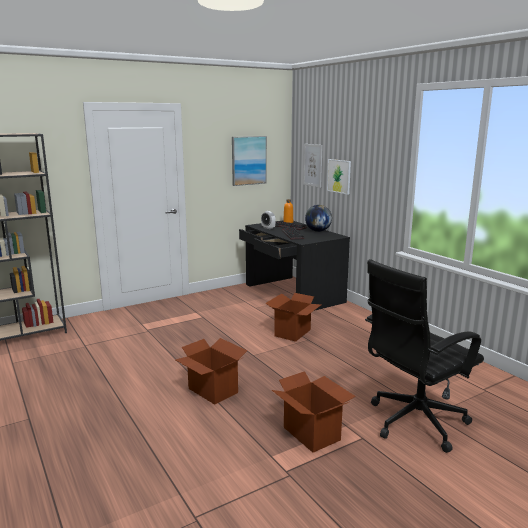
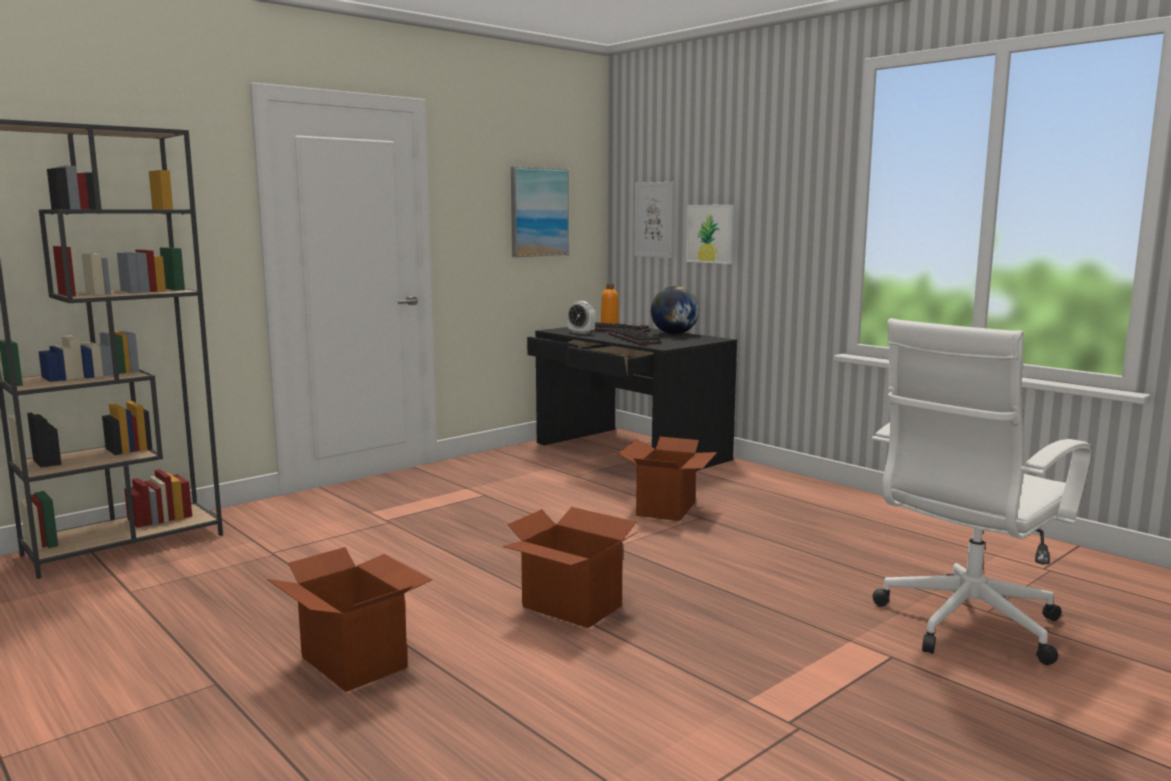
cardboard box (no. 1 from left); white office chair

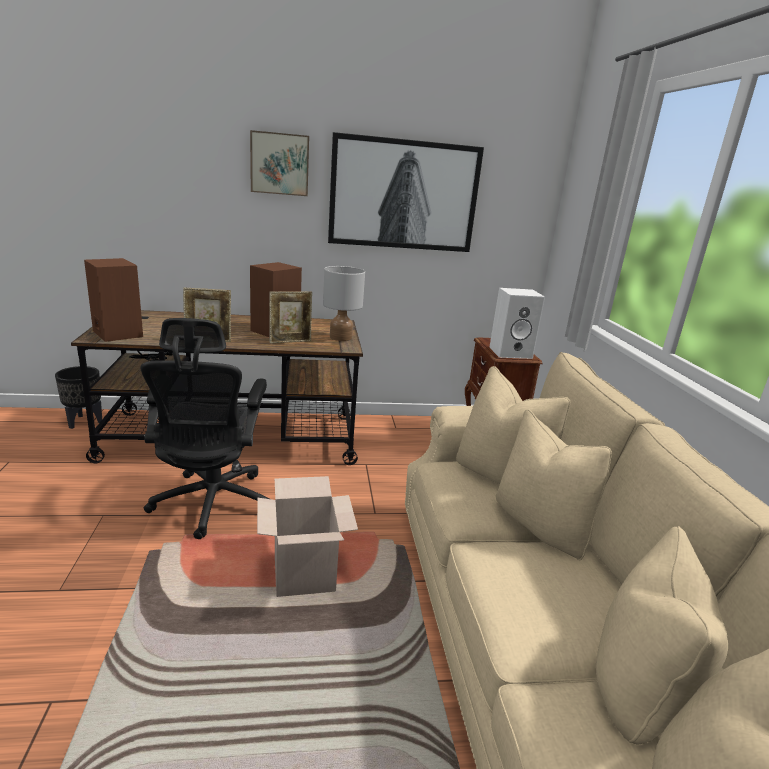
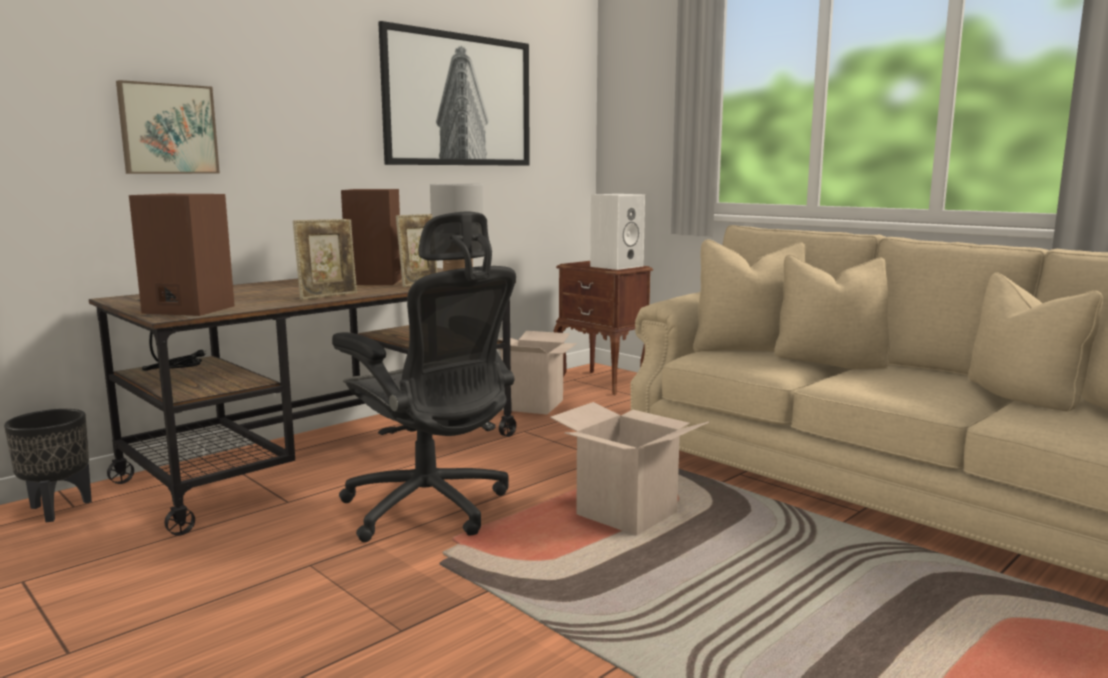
picture (no. 1 from left); cardboard box (no. 1 from left)

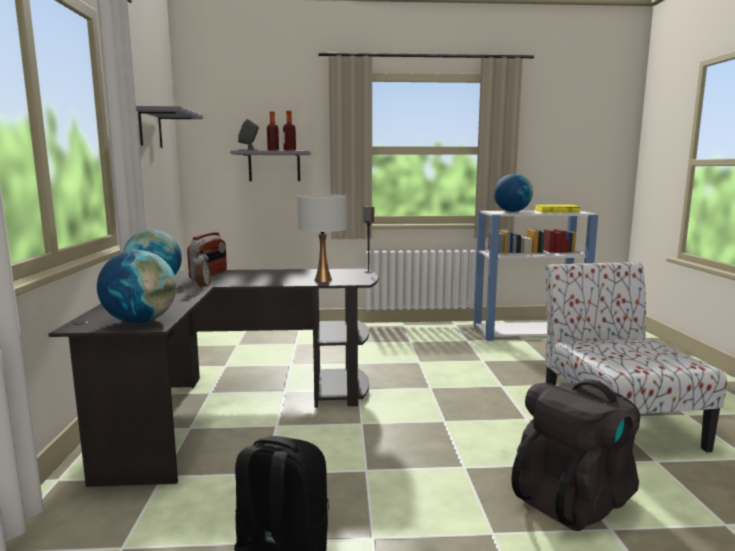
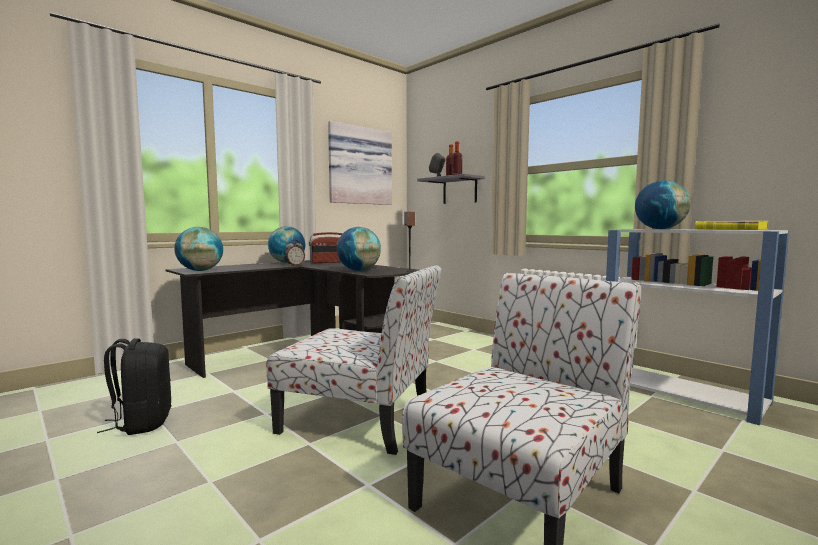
chair (no. 1 from left); picture; globe (no. 3 from left); black backpack (no. 2 from left in the first image)

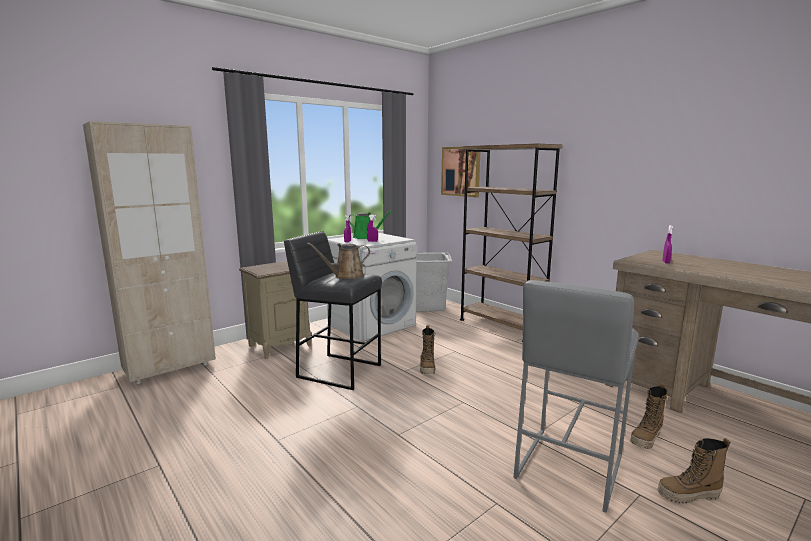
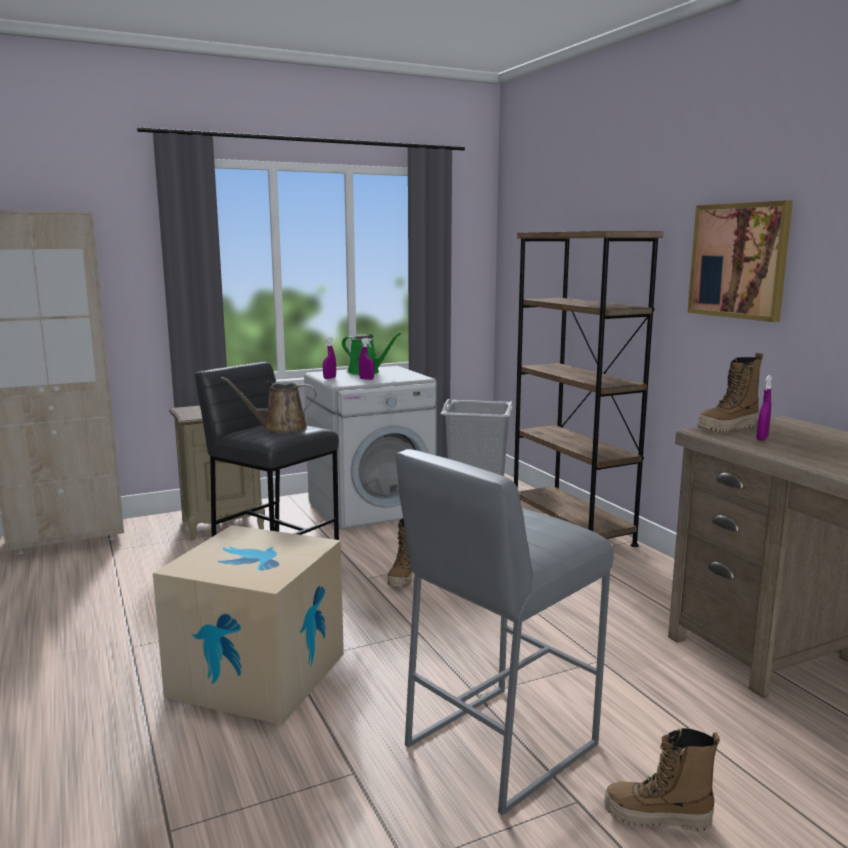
cardboard box; picture; boot (no. 3 from left)

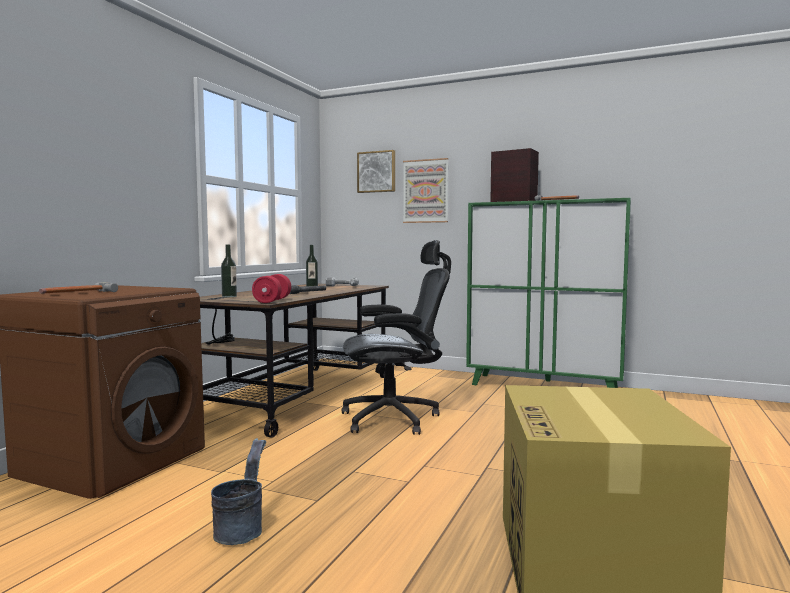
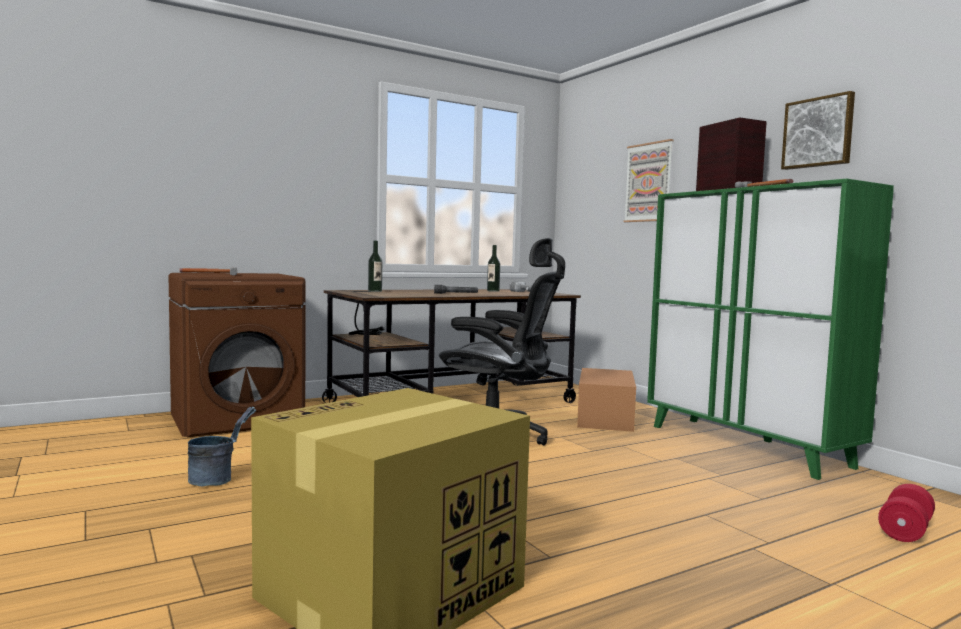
cardboard box (no. 2 from left); picture (no. 2 from left); red dumbbell

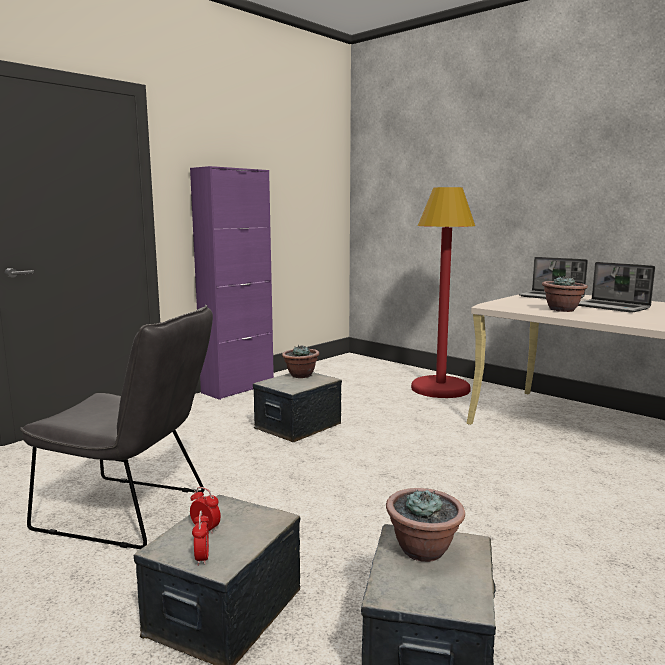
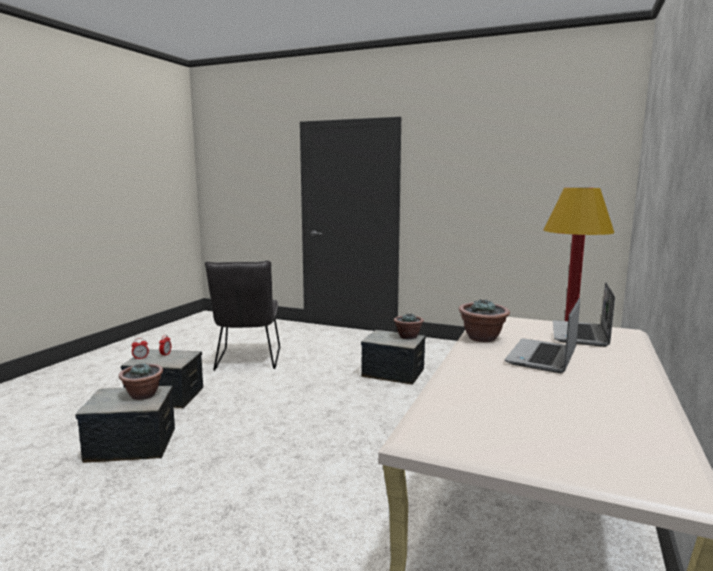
purple cabinet

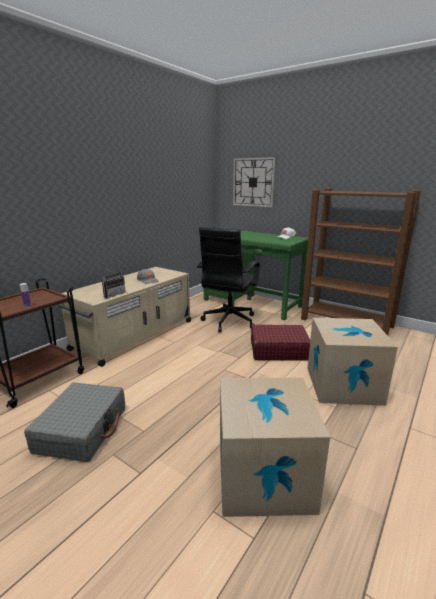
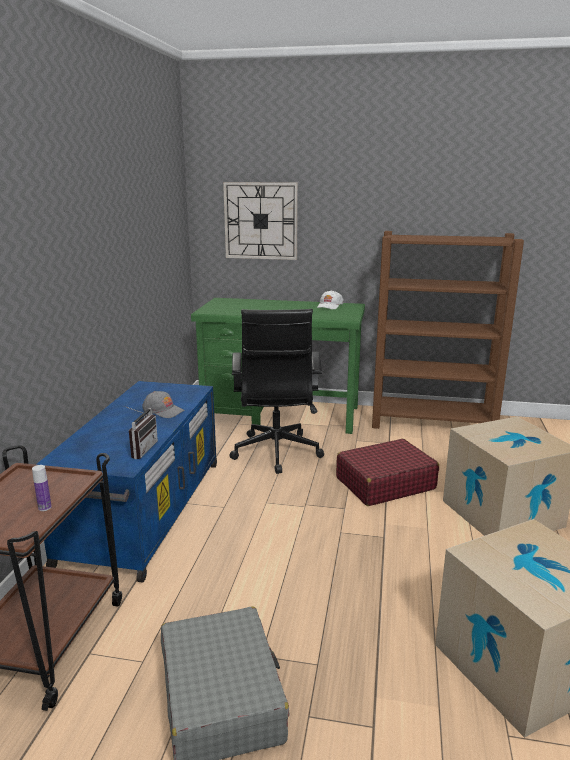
blue cabinet

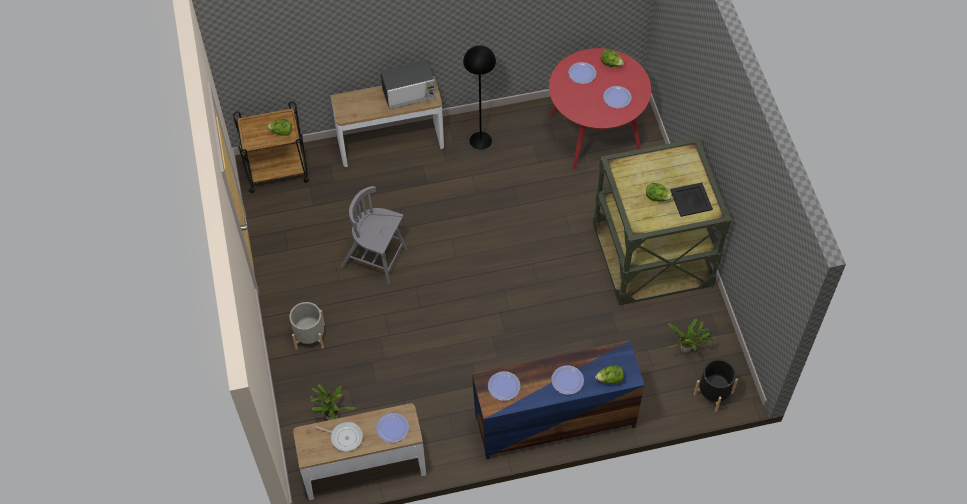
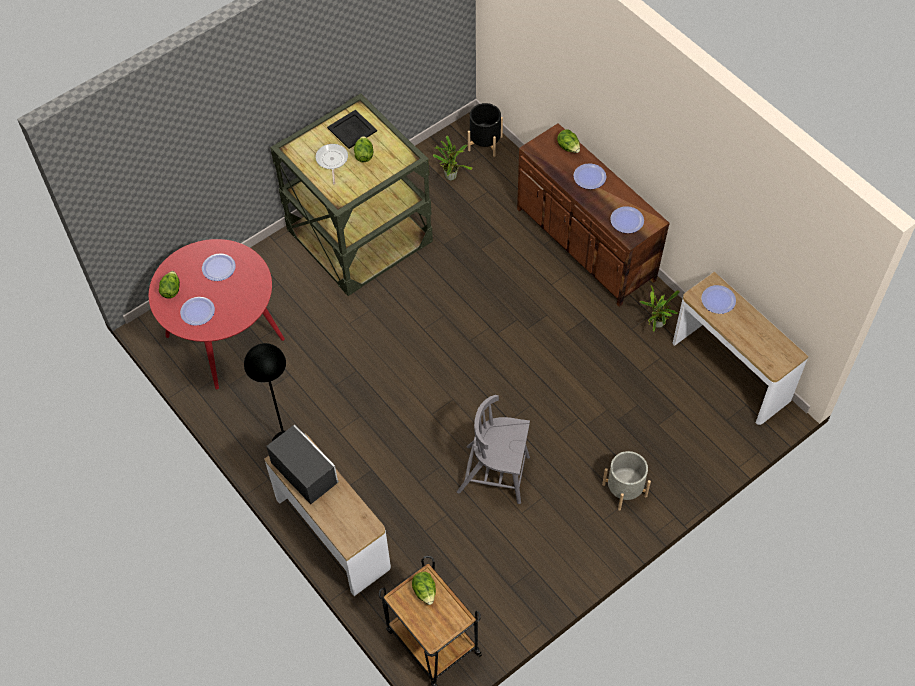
frying pan; grey chair; brown cabinet; potted plant (no. 2 from left)

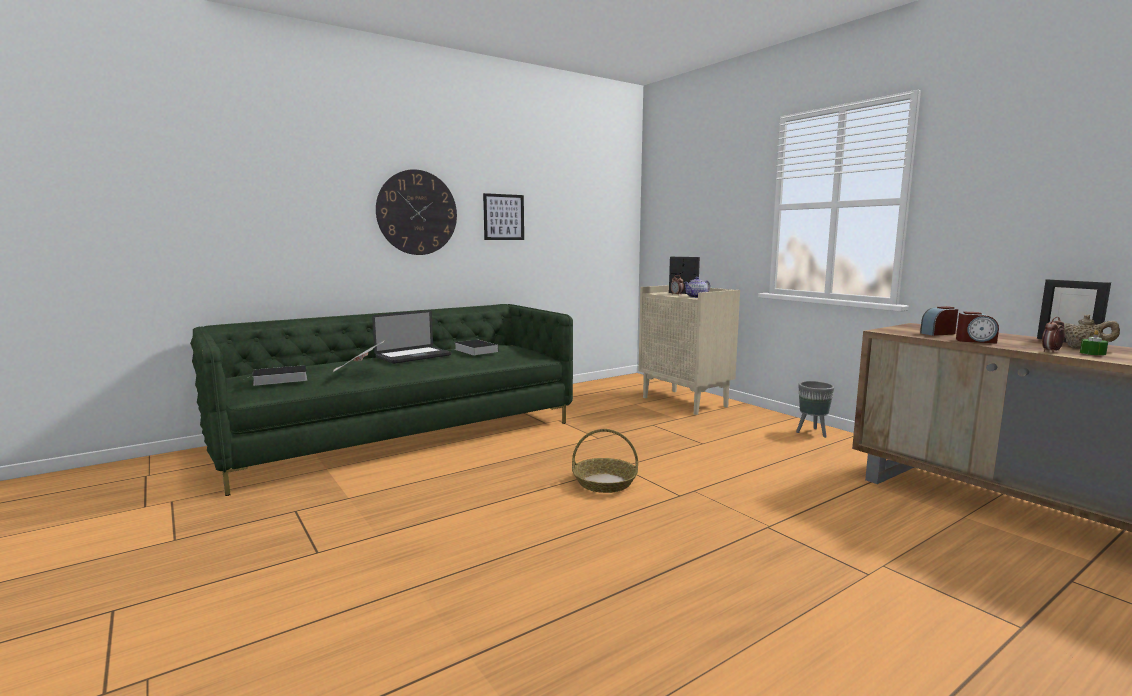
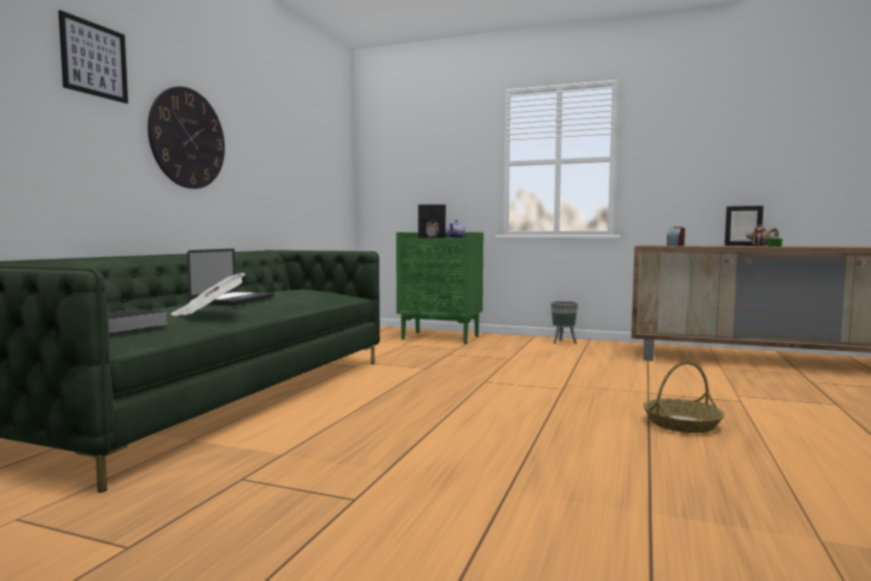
picture; green cabinet; basket; book (no. 2 from left in the first image); alarm clock (no. 3 from left in the first image)

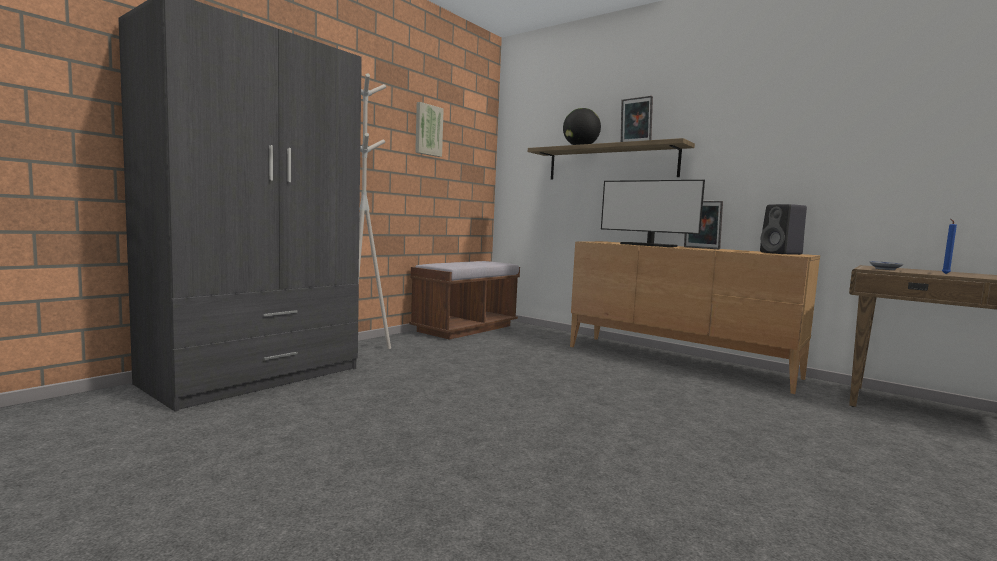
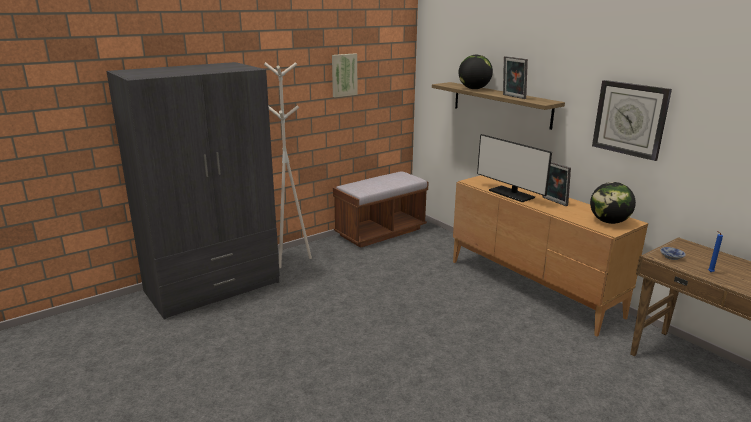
globe (no. 2 from left); wall clock

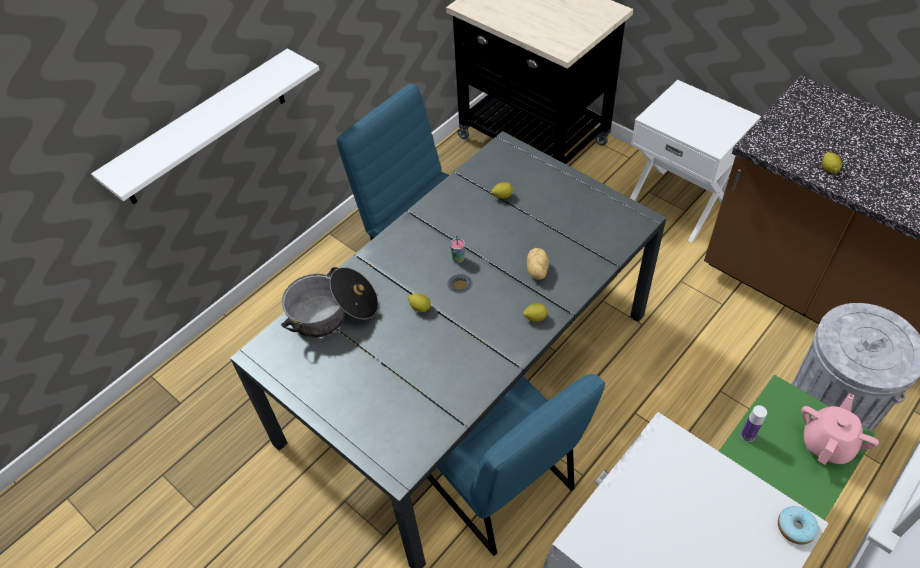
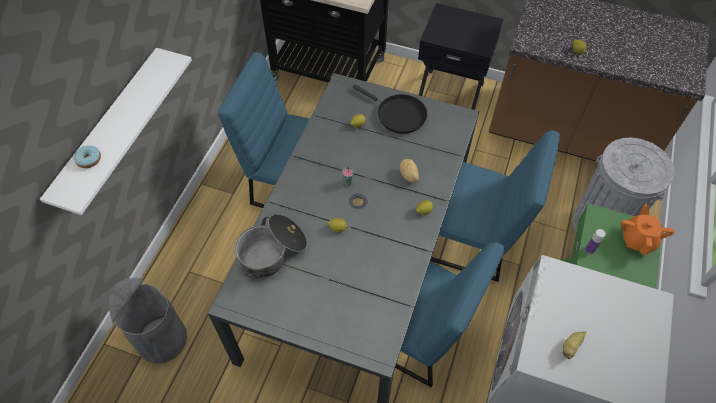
donut; grey trash can (no. 1 from left); black frying pan; blue chair (no. 3 from left); black nightstand; banana; orange teapot

